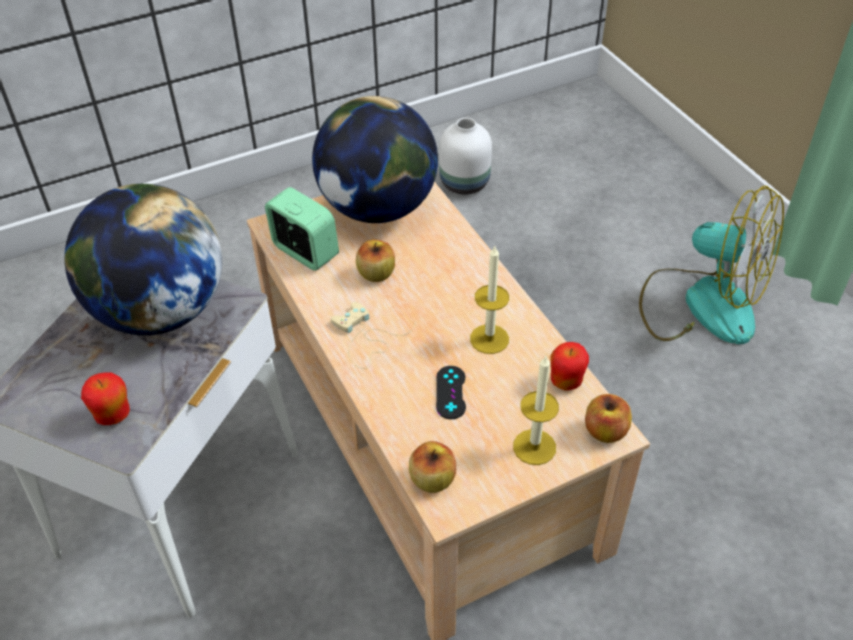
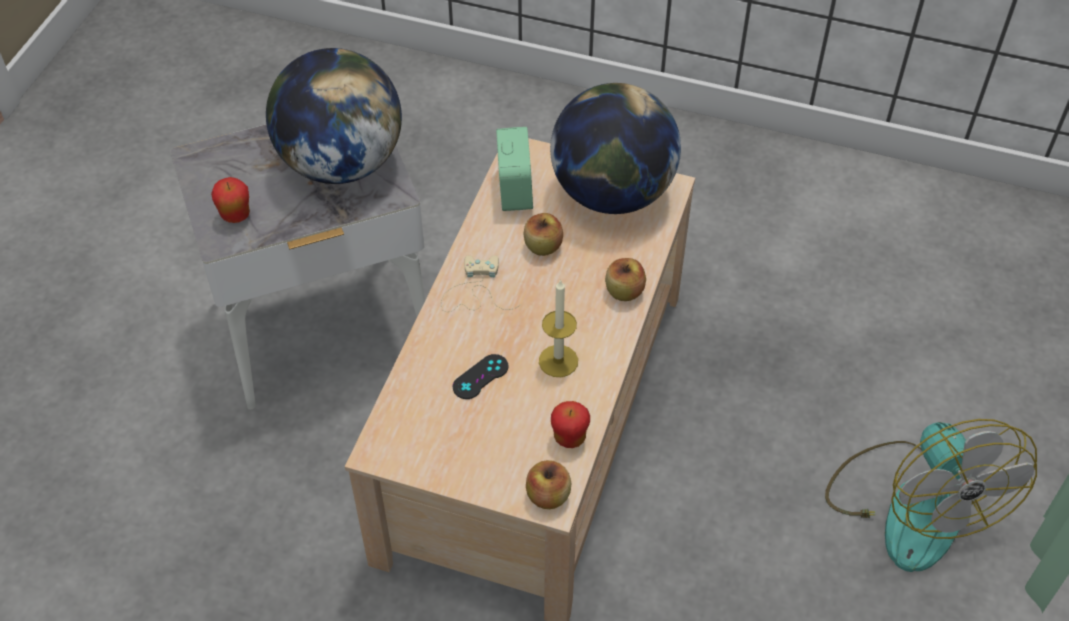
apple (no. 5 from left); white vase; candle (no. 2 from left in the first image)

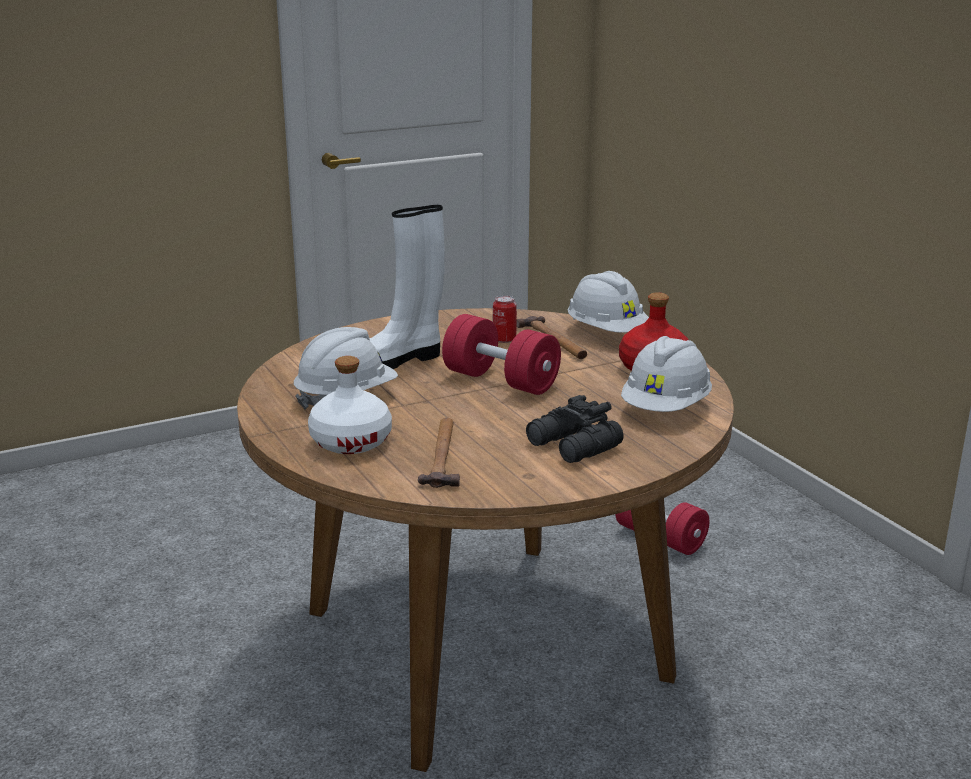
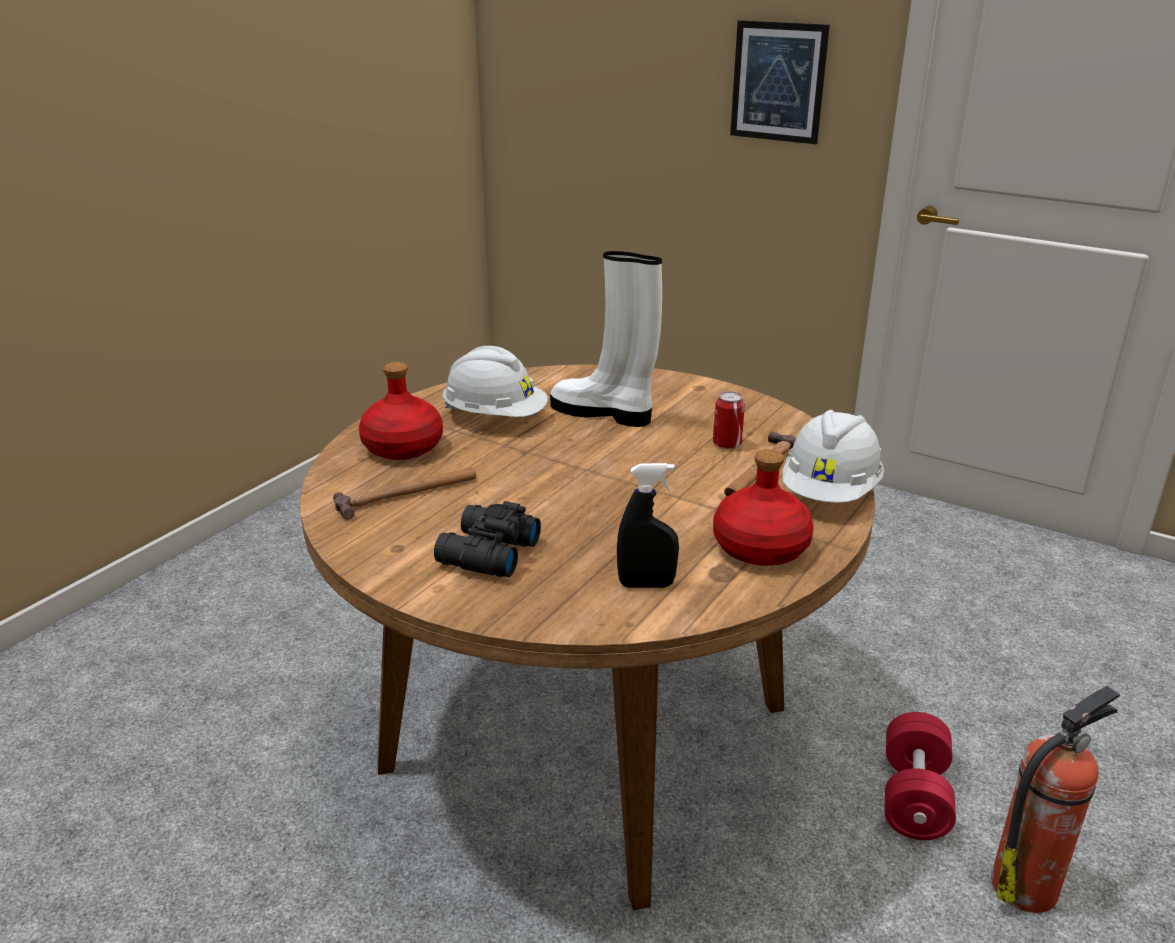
red bottle (no. 1 from left); black spray bottle; picture; fire extinguisher; red dumbbell (no. 1 from left in the first image)

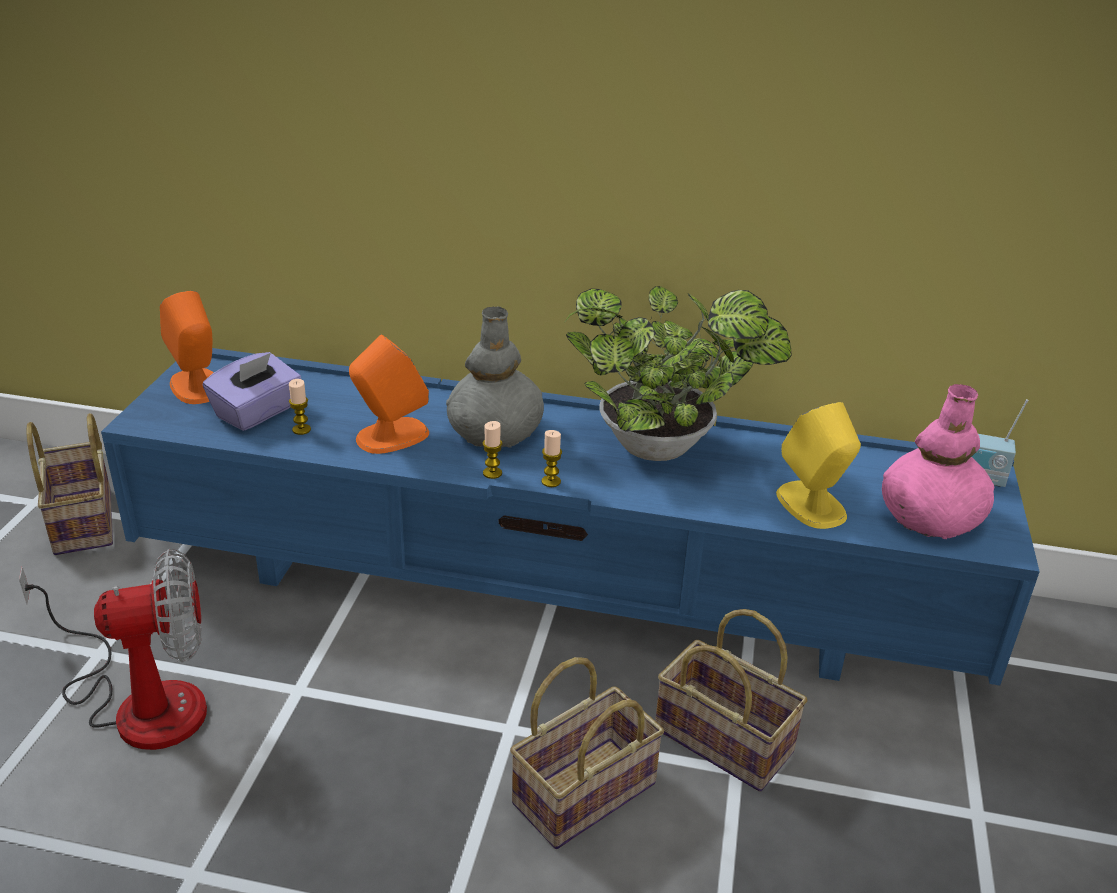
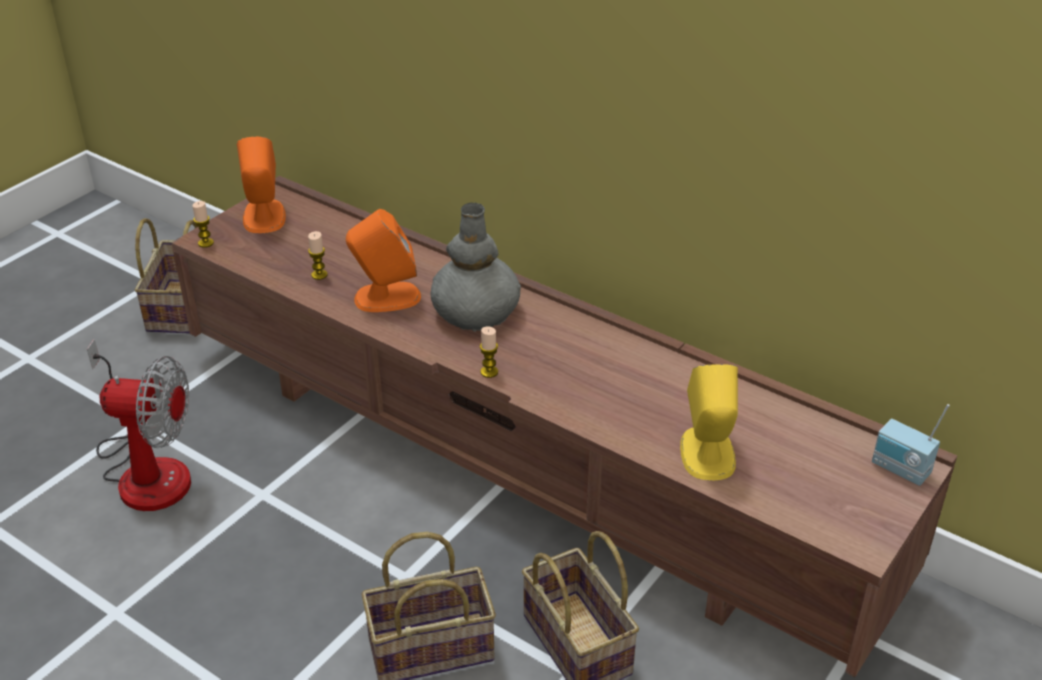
brown tv stand; candle (no. 1 from left); purple tissue box; potted plant; pink vase

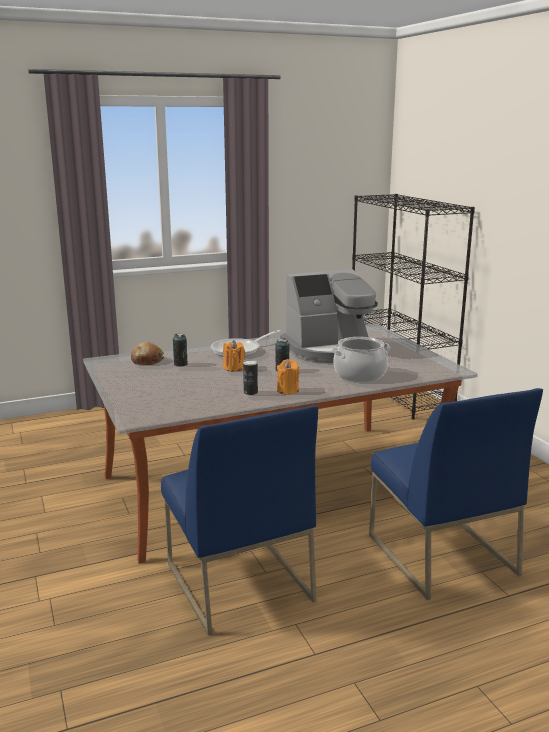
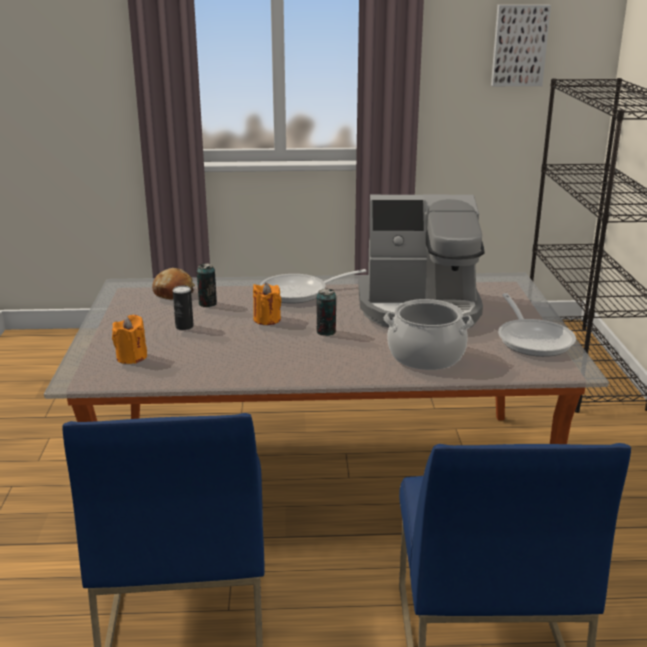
orange candle (no. 1 from left); can (no. 1 from left); picture; frying pan (no. 2 from left)

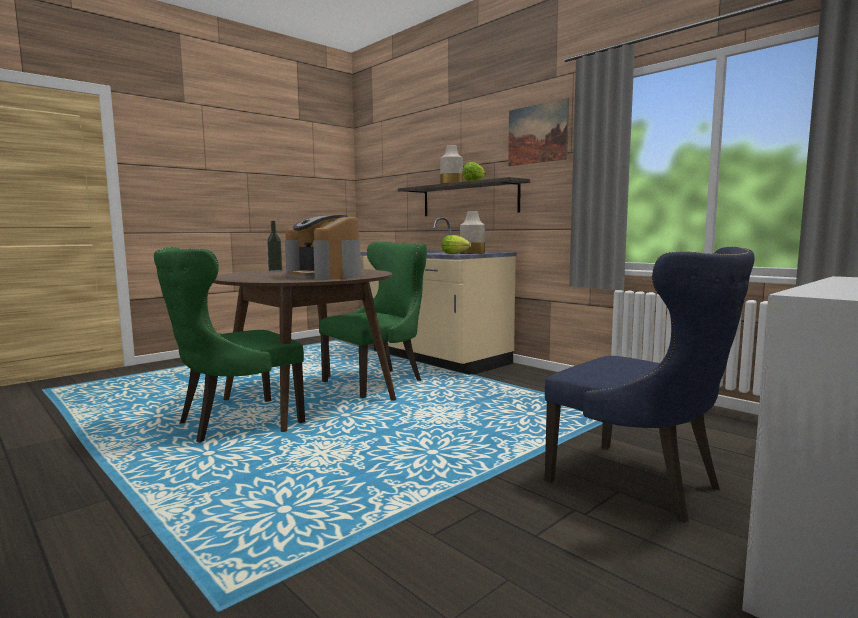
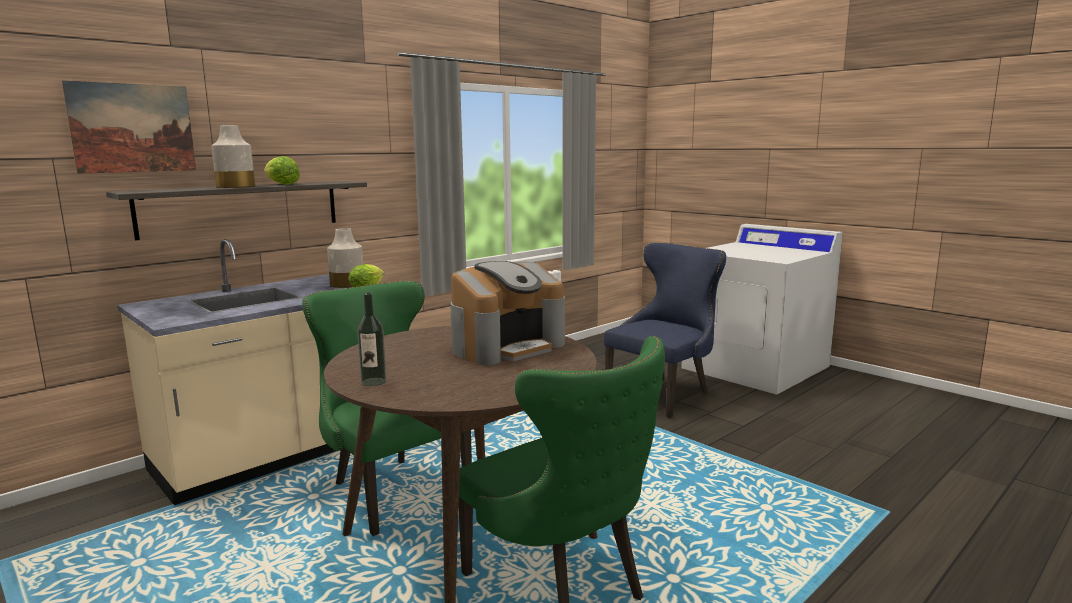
picture

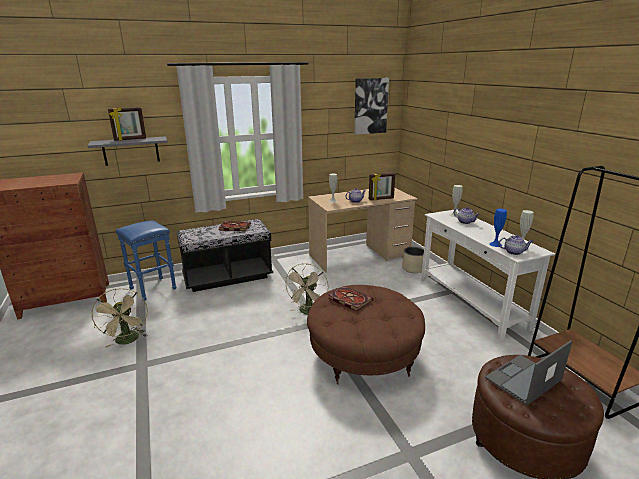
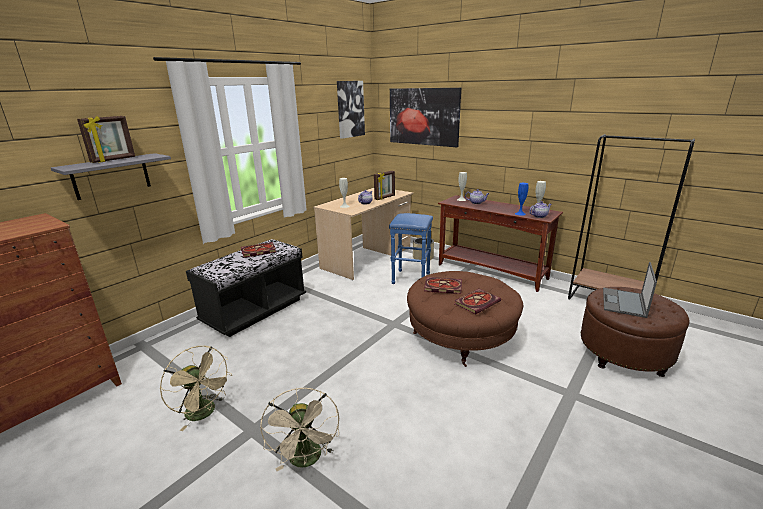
beige fan (no. 2 from left); blue stool; picture (no. 2 from left); brown console table; book (no. 3 from left)

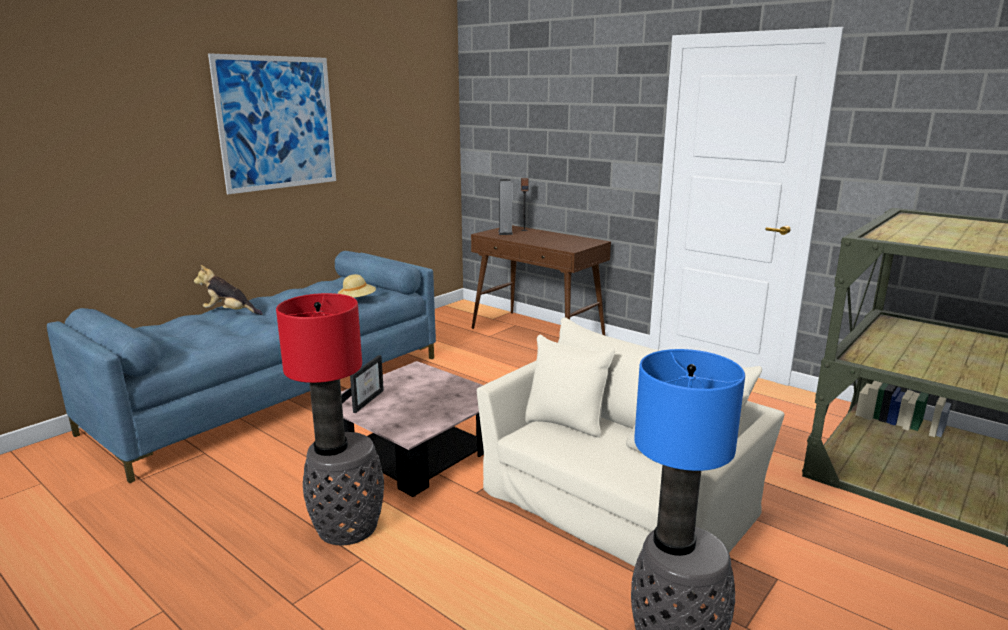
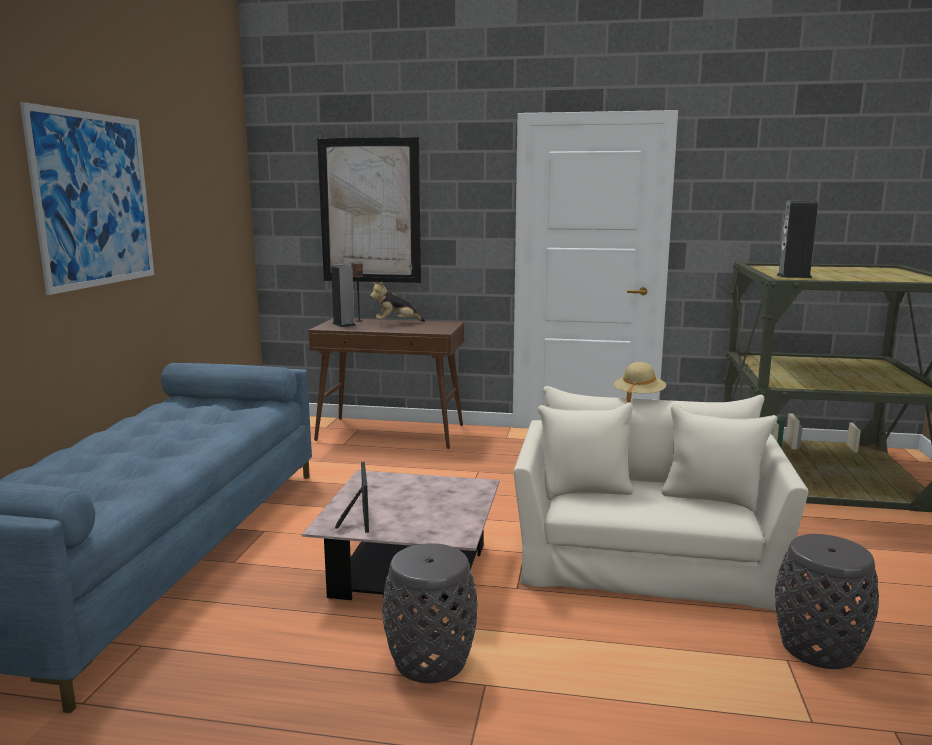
picture (no. 2 from left); plush toy; beige hat; speaker (no. 3 from left); red table lamp; blue table lamp

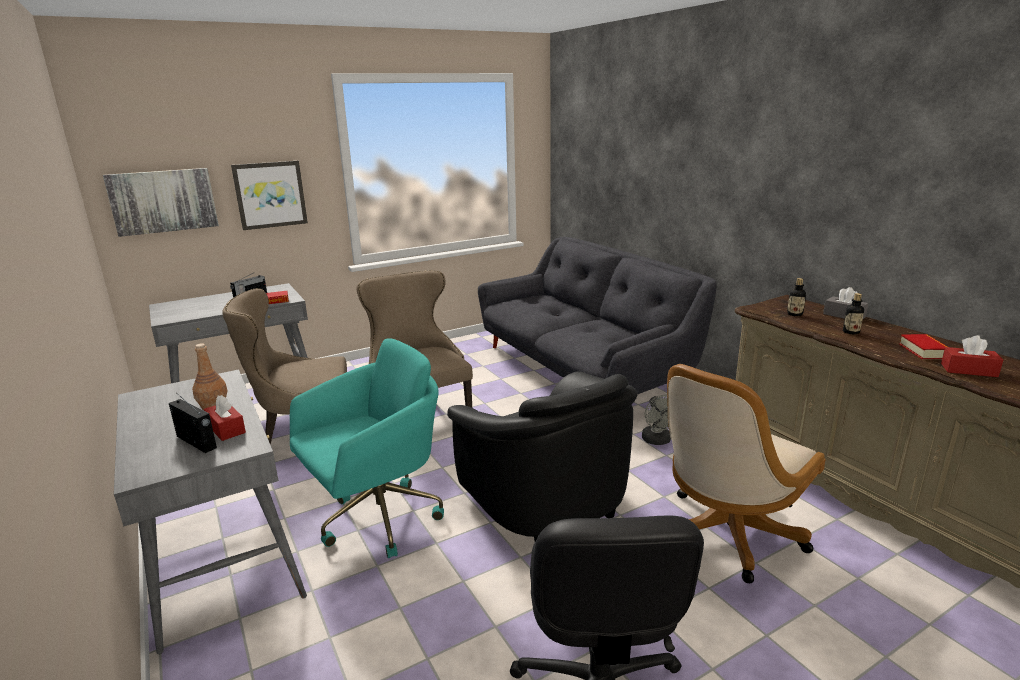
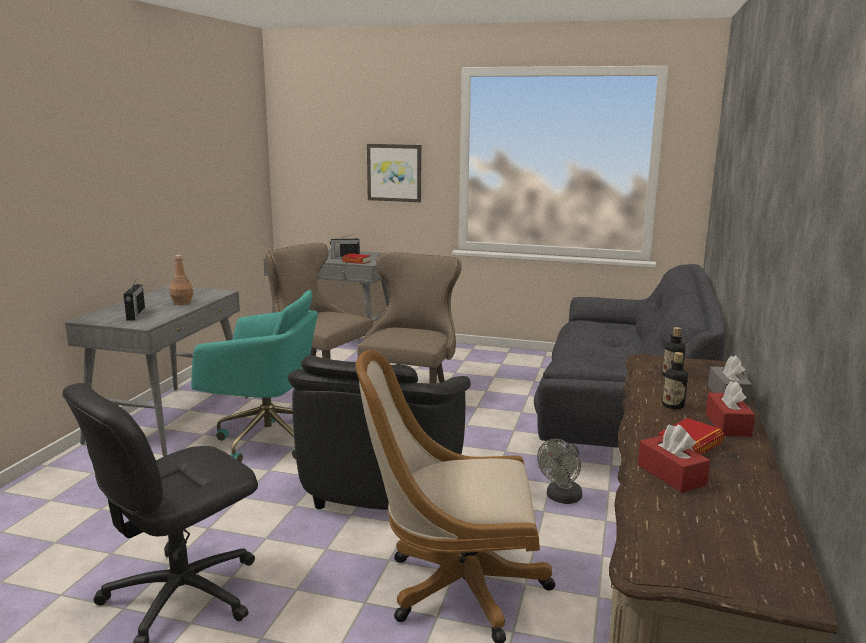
red tissue box (no. 2 from left); picture (no. 1 from left in the first image)

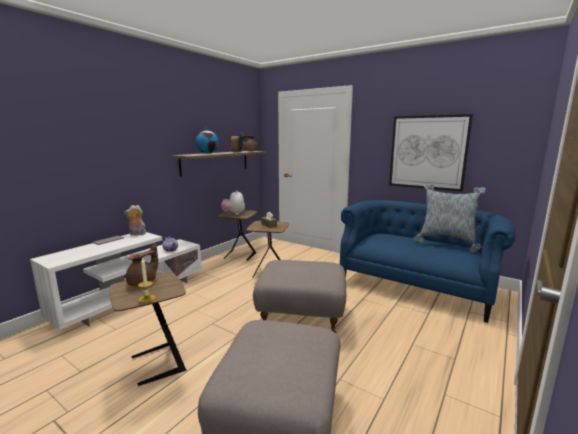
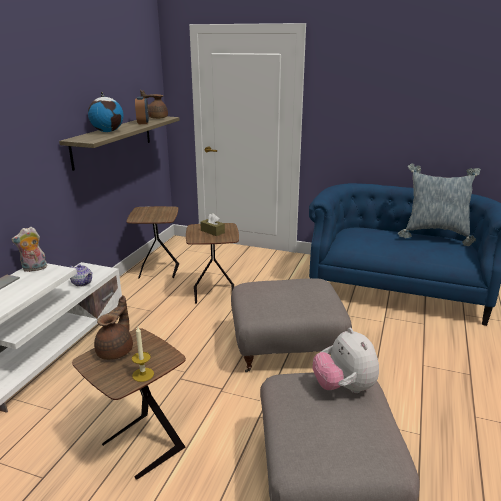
plush toy (no. 2 from left); picture

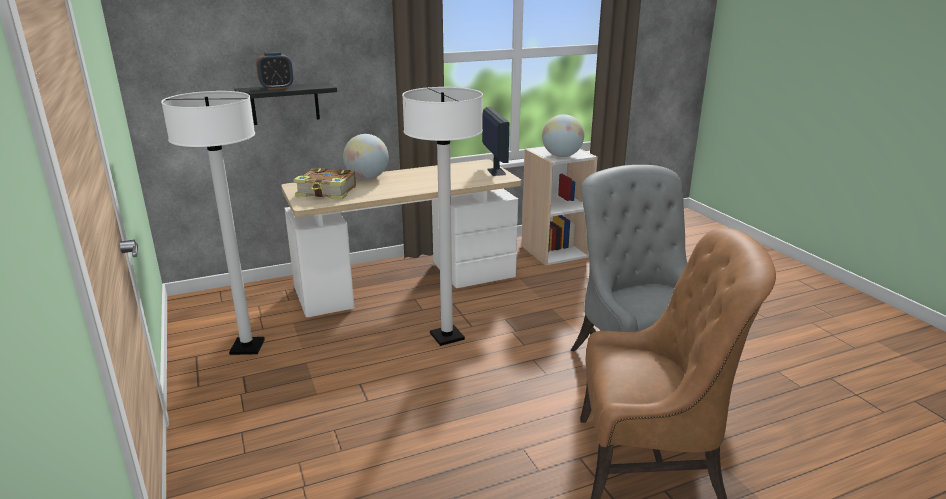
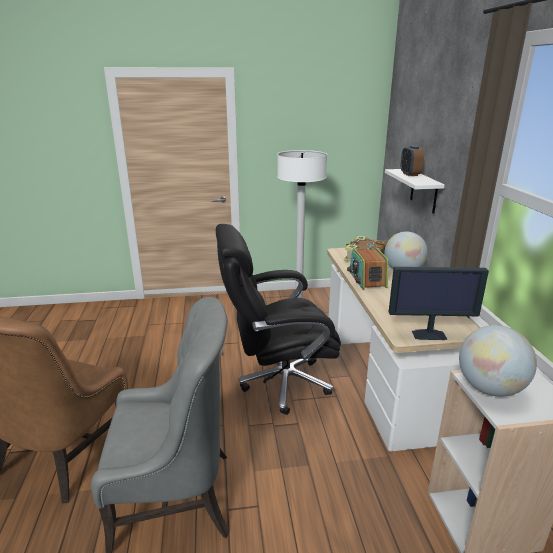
black office chair; radio; white shelf

